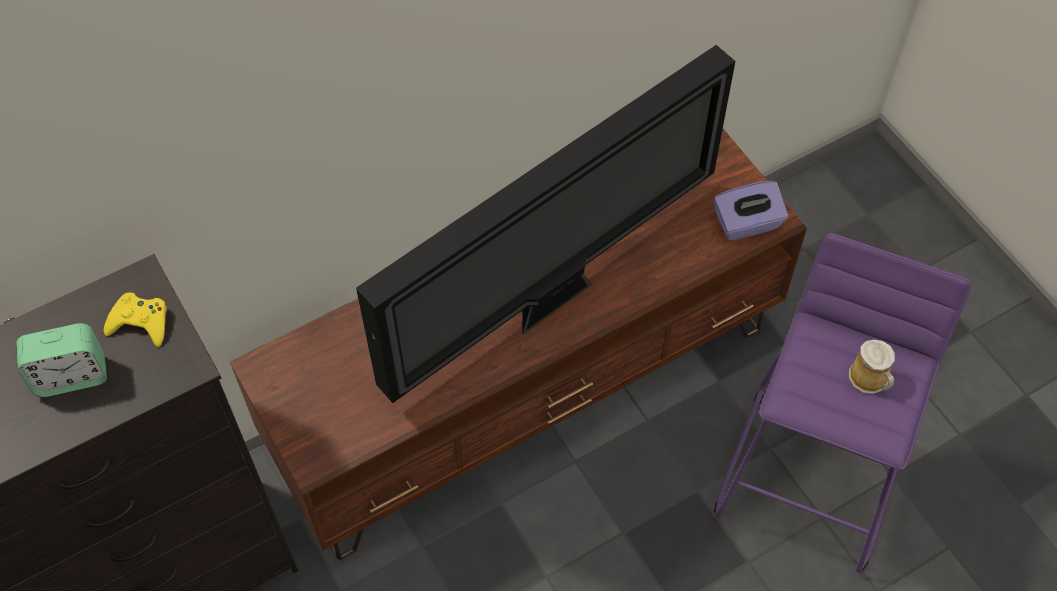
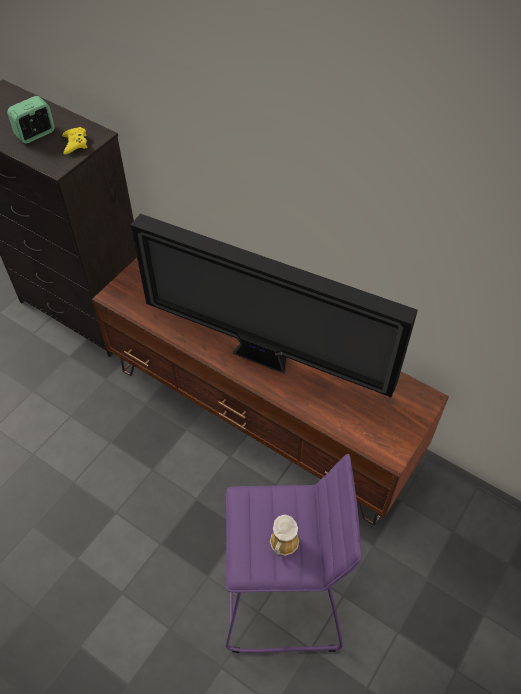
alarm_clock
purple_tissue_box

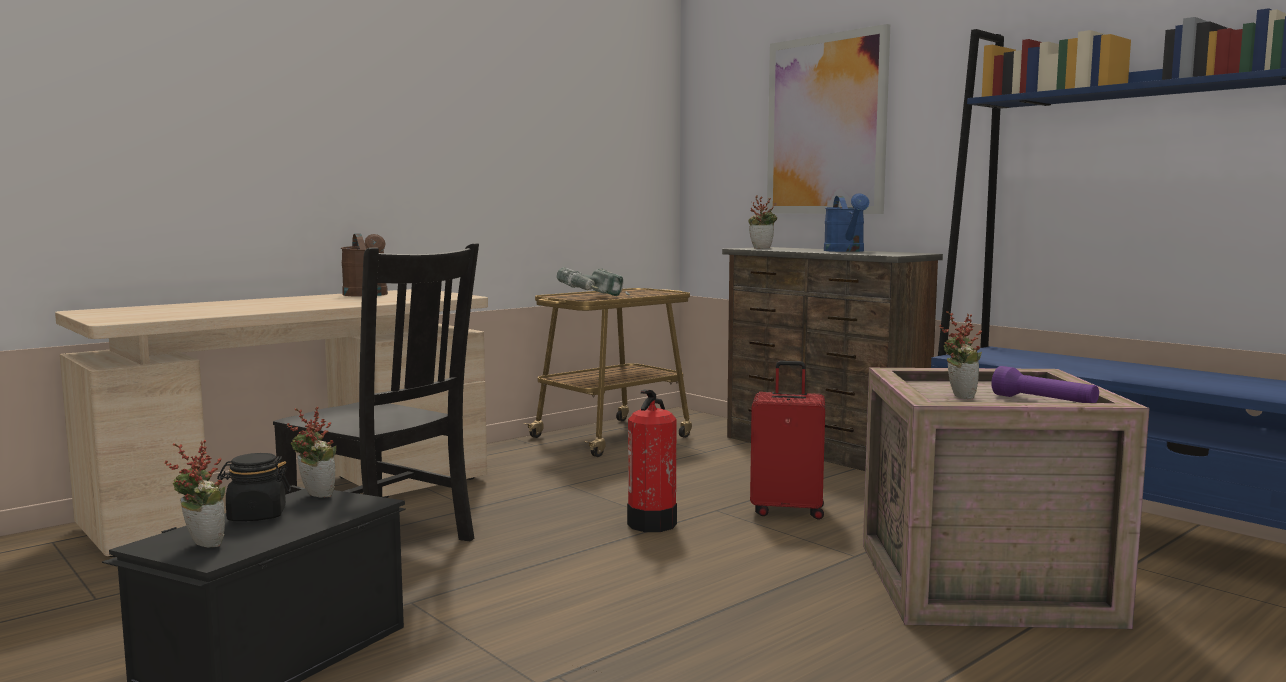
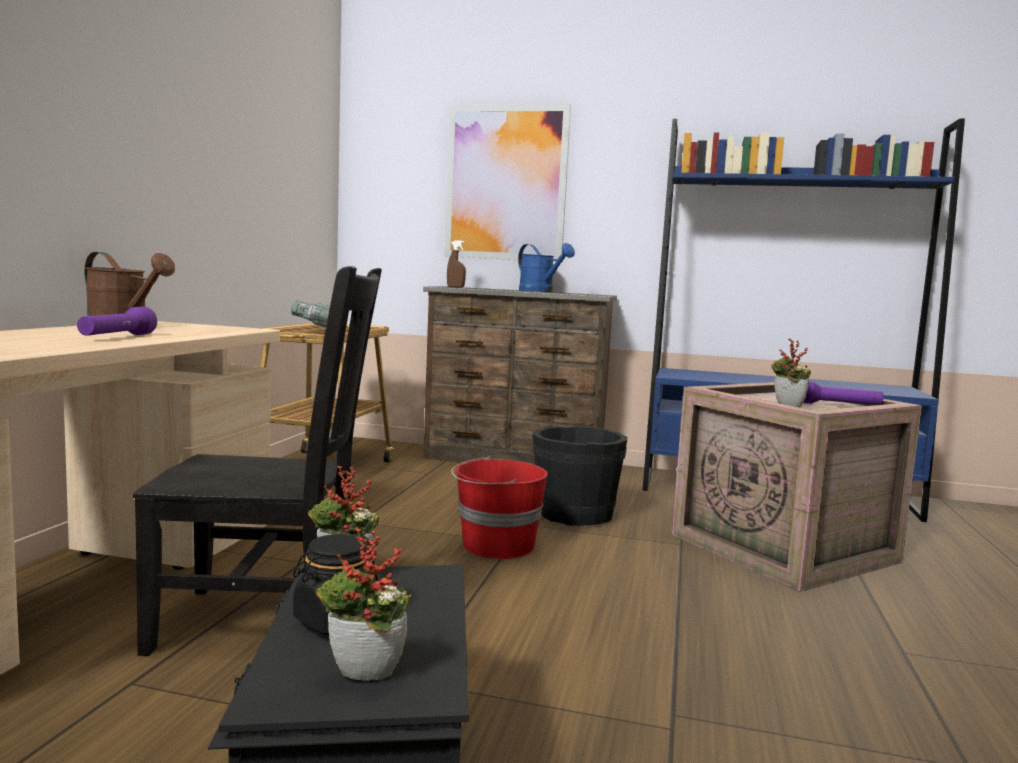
purple_flashlight (1st from left)
brown_spray_bottle
red_bucket
black_bucket

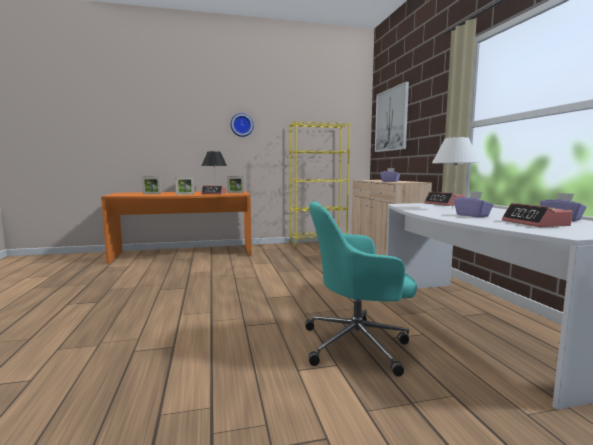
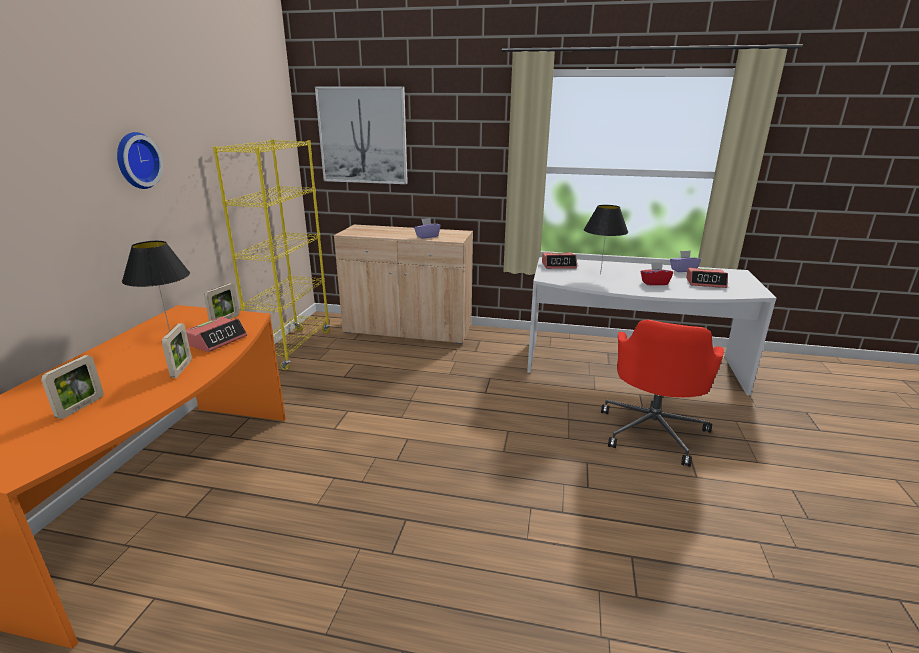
black_table_lamp (2nd from left)
red_office_chair
red_tissue_box

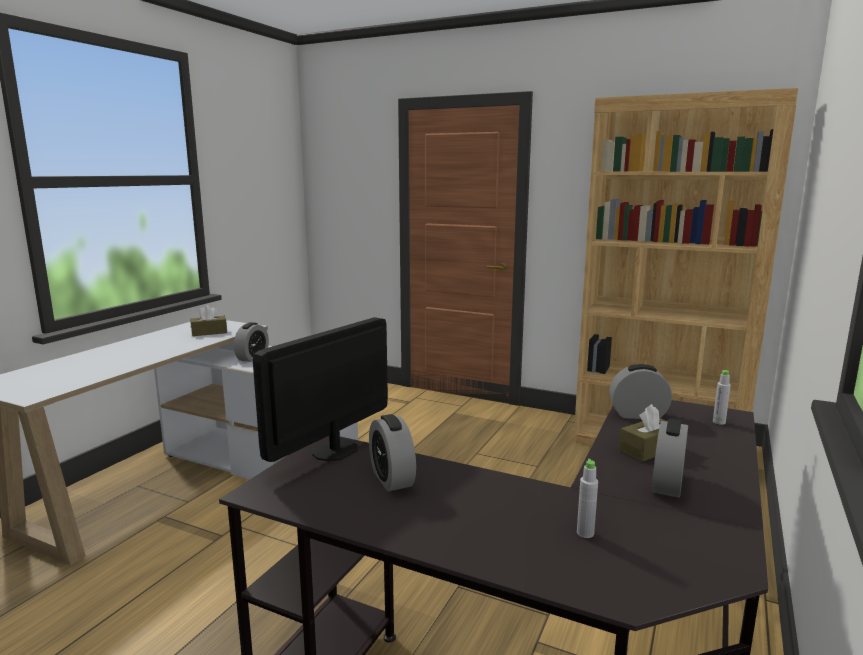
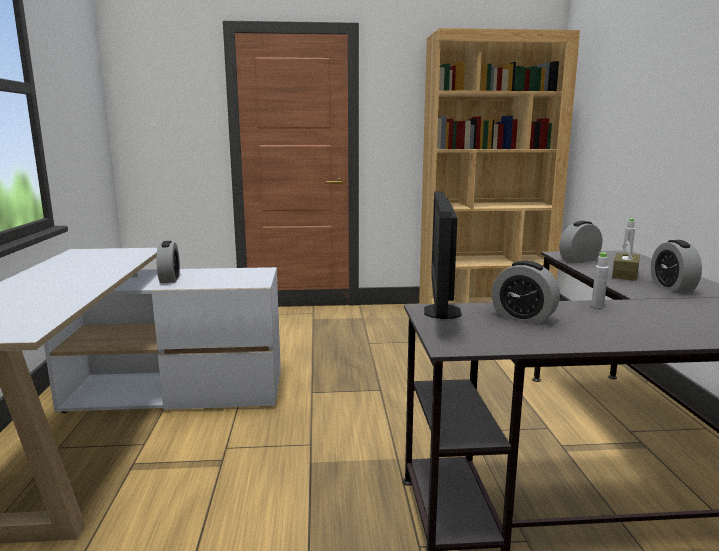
grey_bottle (1st from left)
brown_tissue_box (1st from left in the first image)

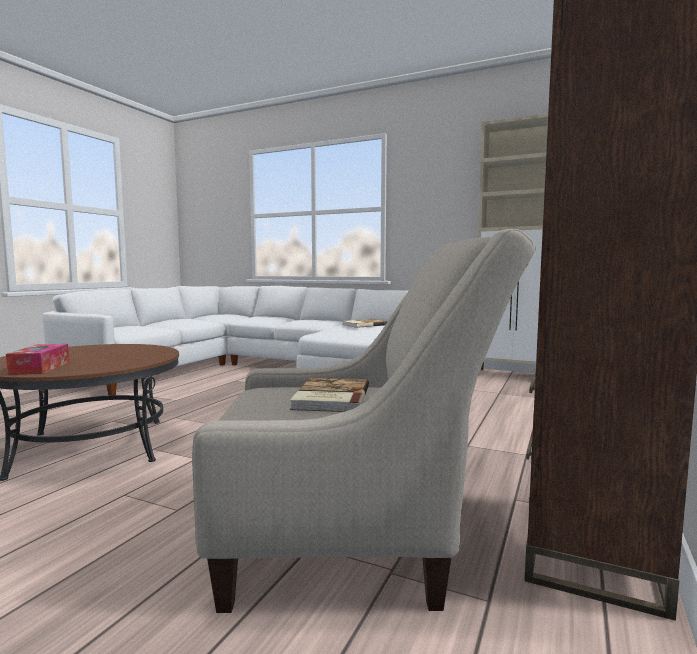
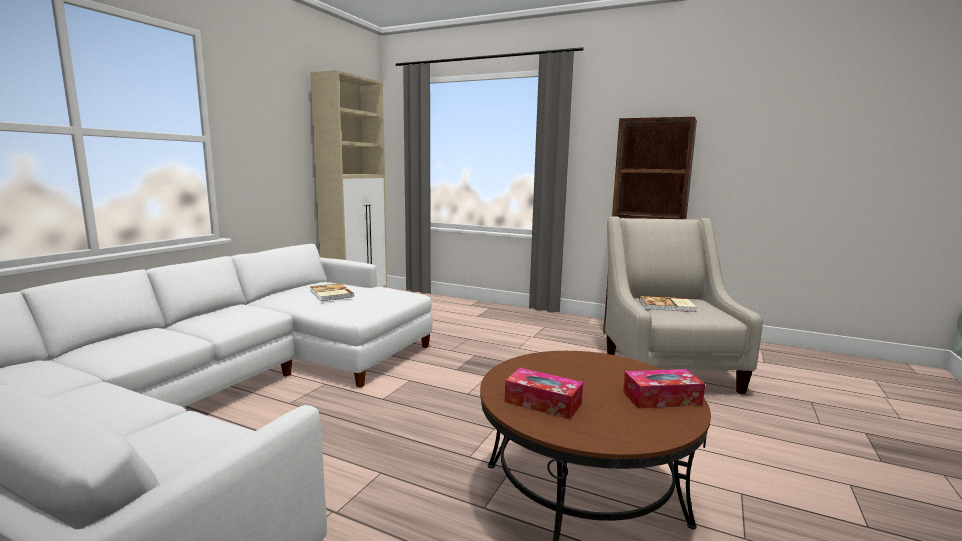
tissue_box (1st from left)

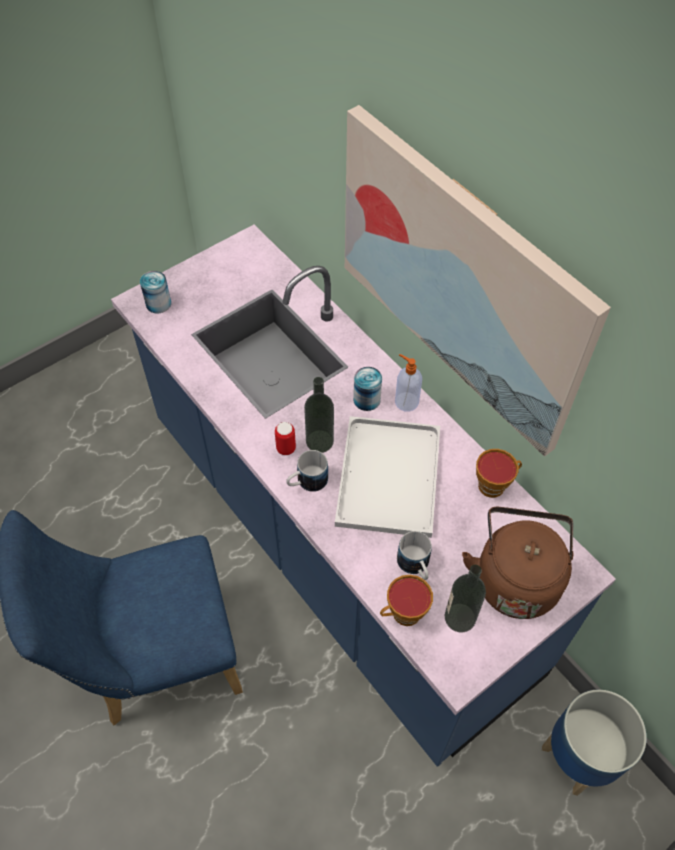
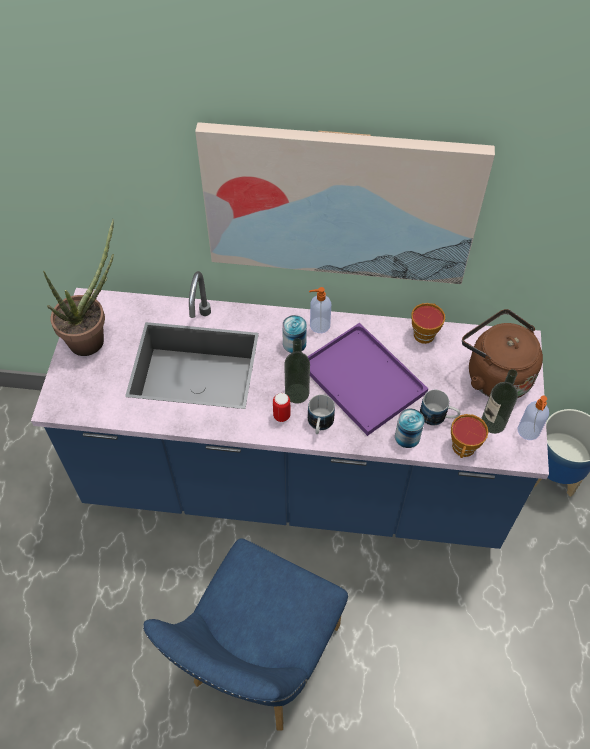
potted_plant
purple_tray
can (3rd from left)
soap_dispenser (2nd from left)

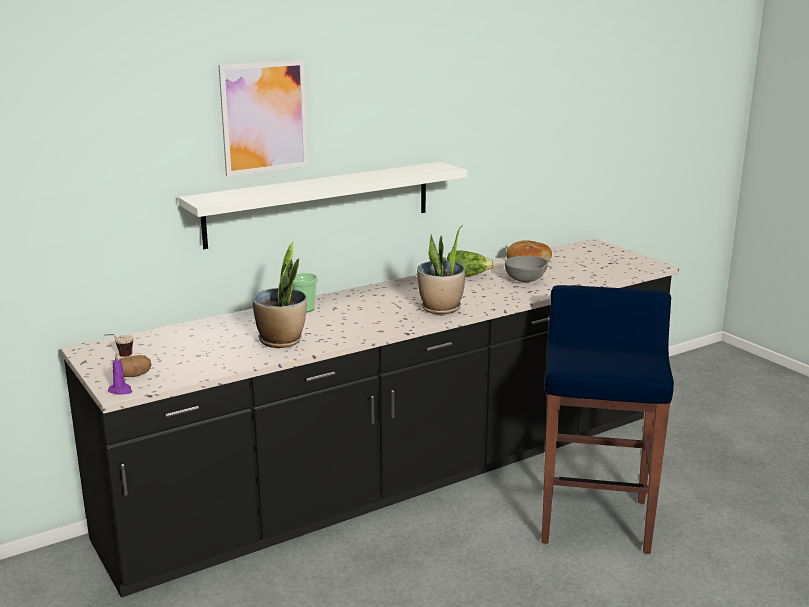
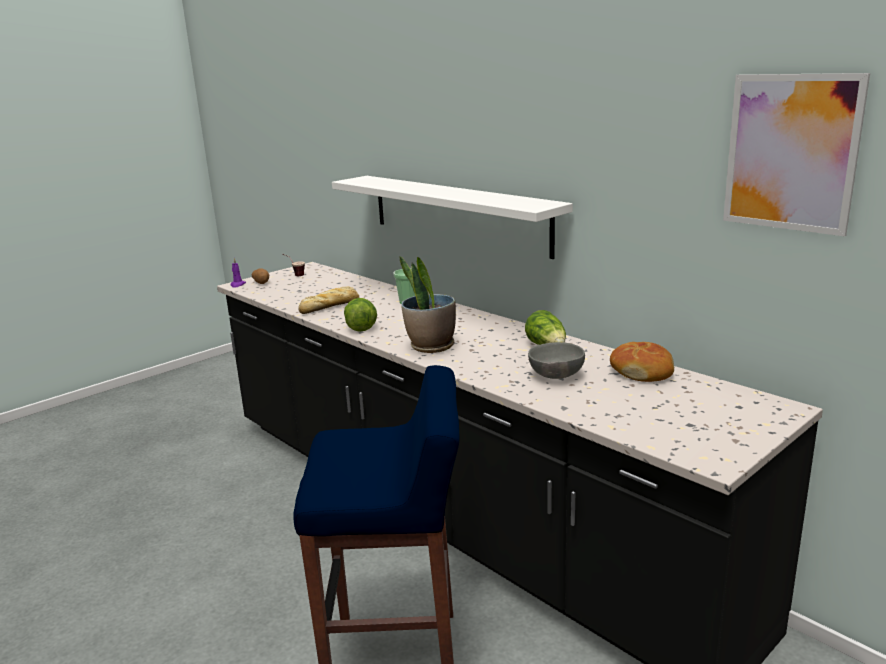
bread (1st from left)
lettuce (1st from left)
picture

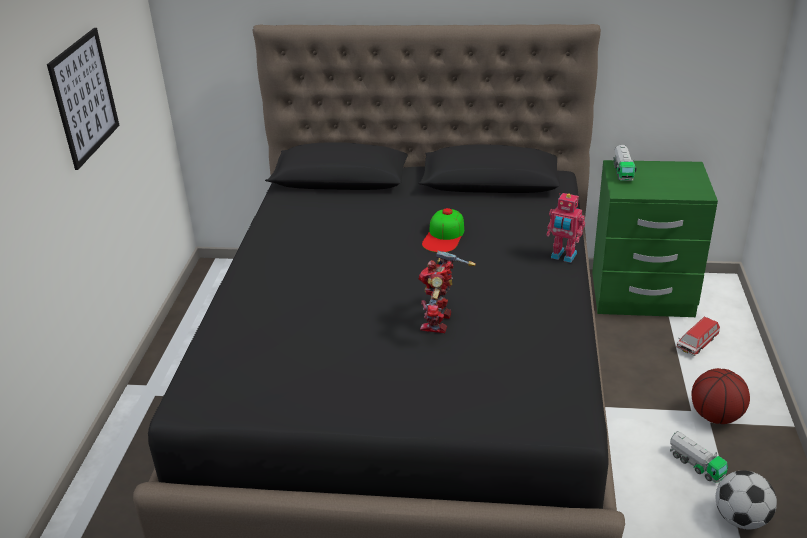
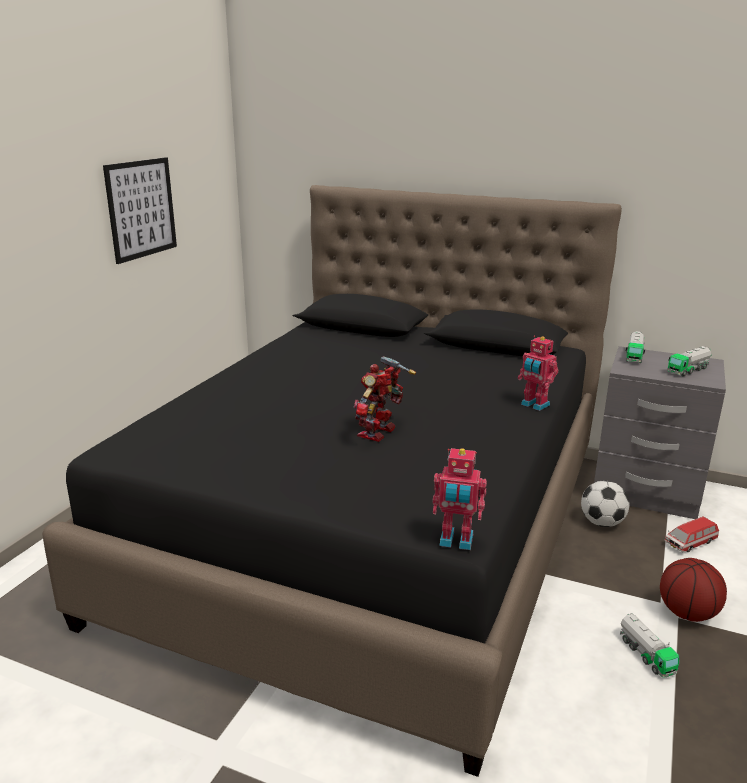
toy_robot (2nd from left)
football
grey_nightstand
toy_truck (3rd from left)
cap

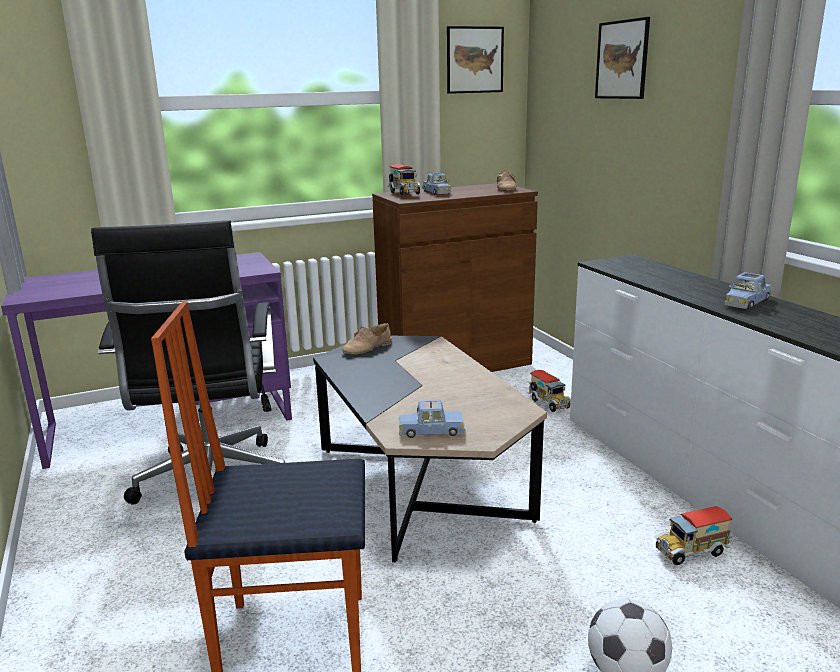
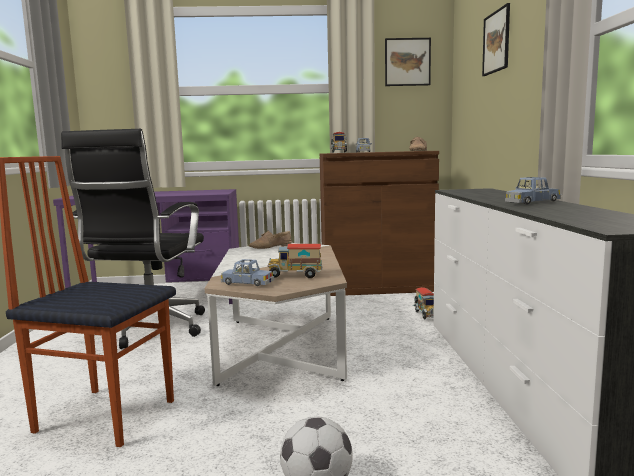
white_coffee_table
toy_truck (1st from left)

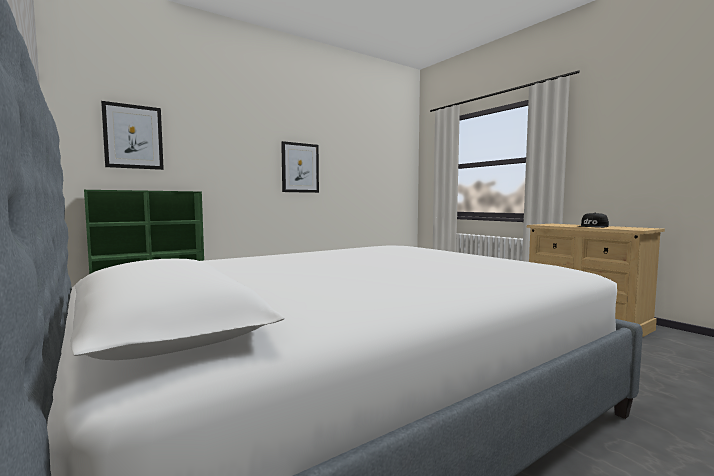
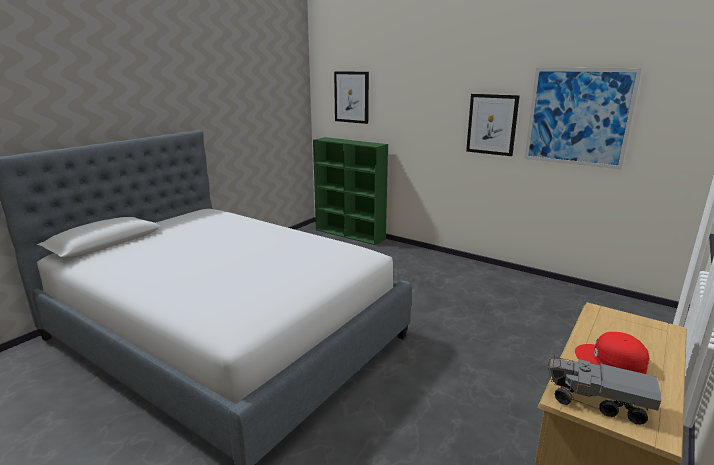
picture (3rd from left)
toy_truck
red_cap

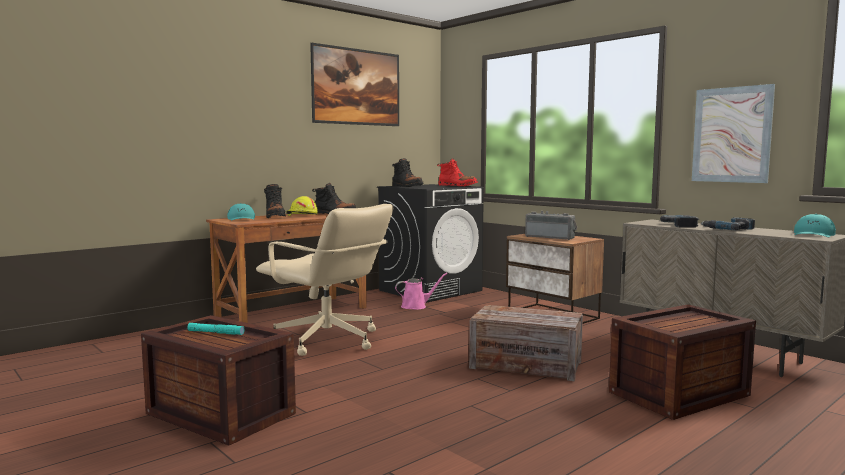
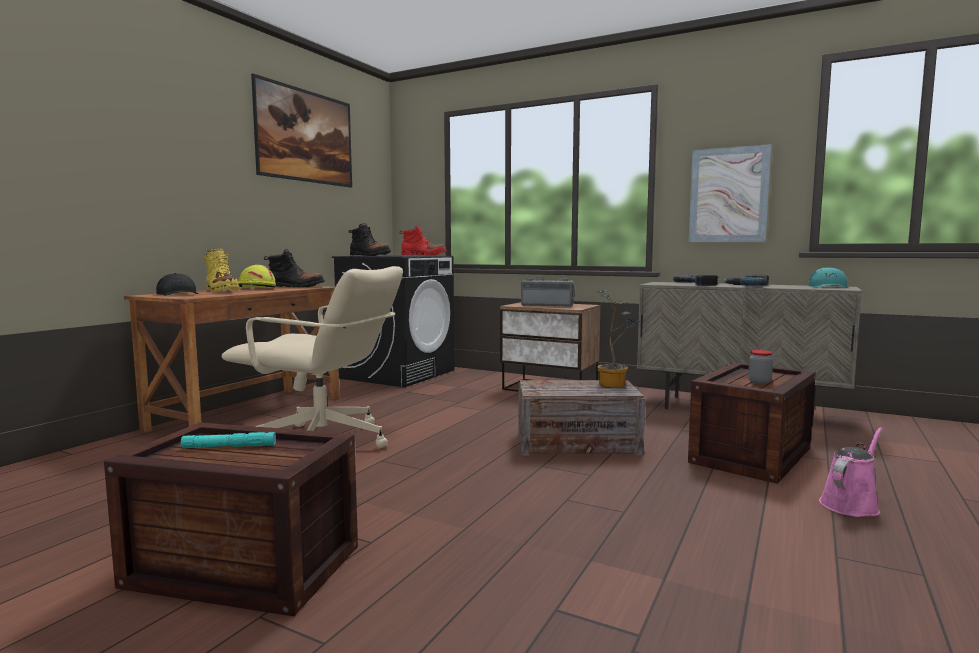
black_cap
yellow_boot
potted_plant
jar
pink_watering_can

